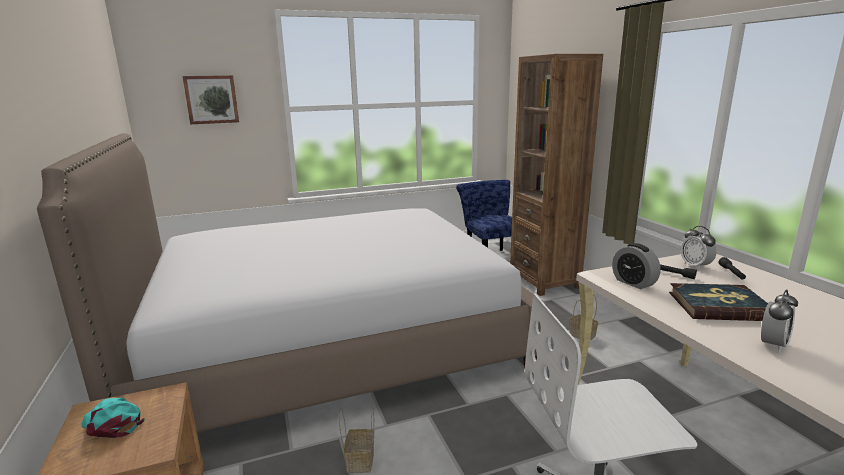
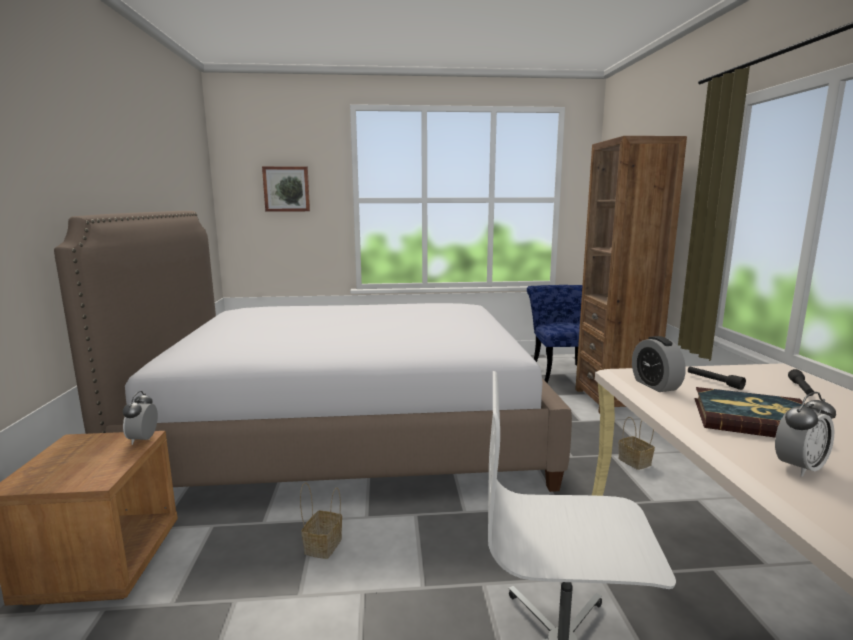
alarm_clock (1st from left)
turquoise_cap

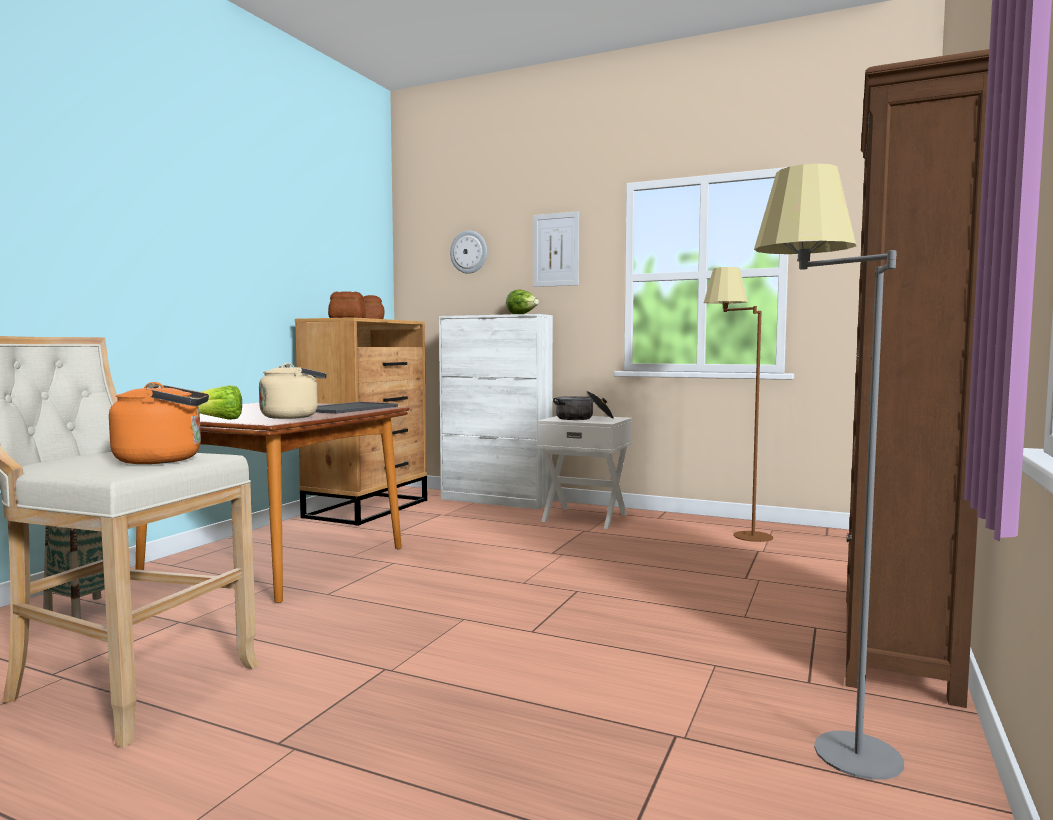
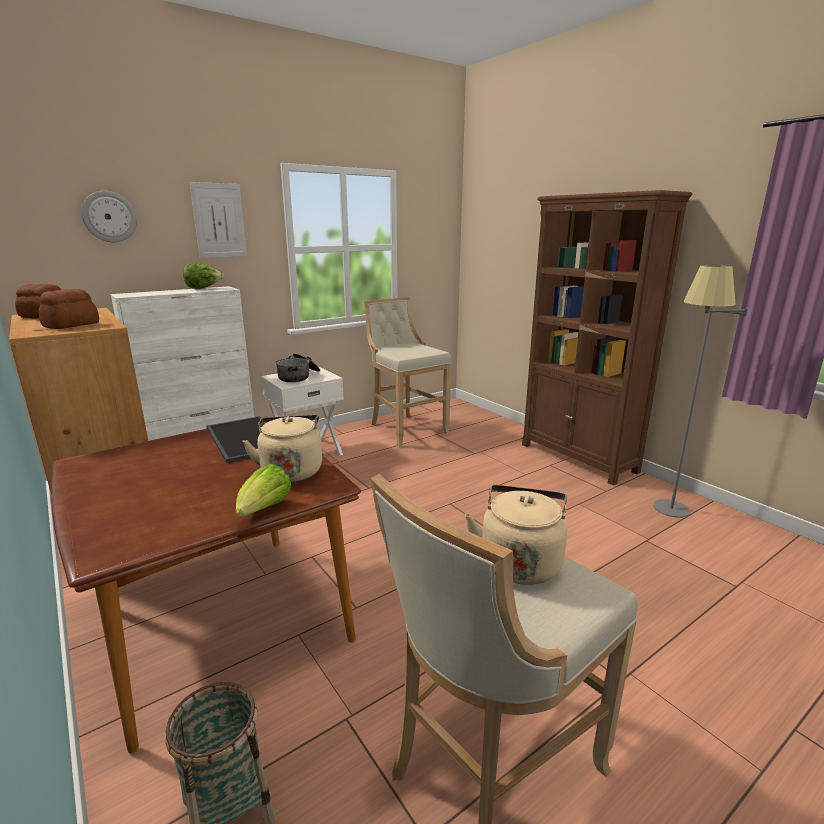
beige_stool (1st from left)
beige_kettle (2nd from left)

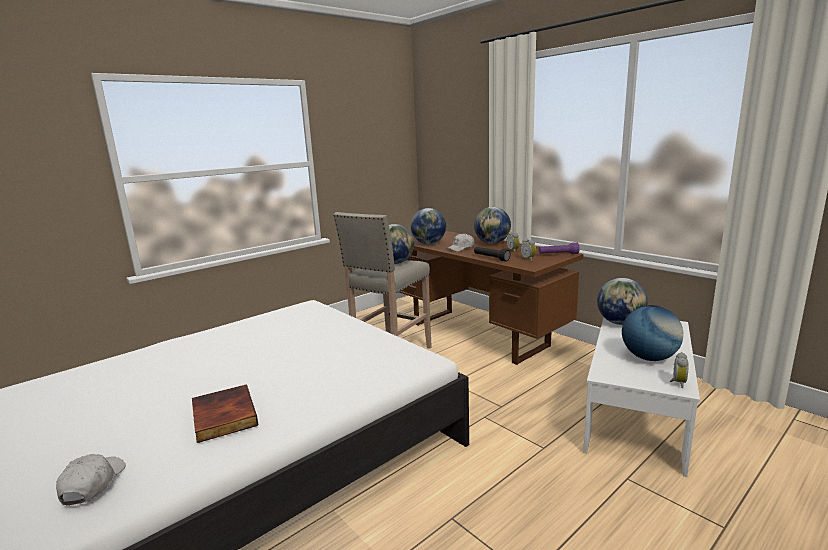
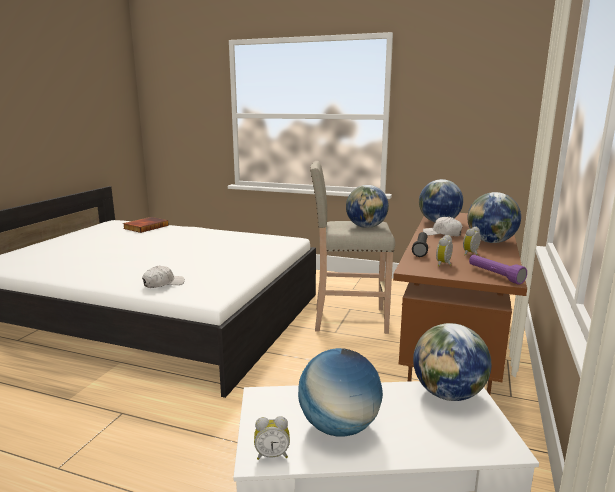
book
white_cap (1st from left)

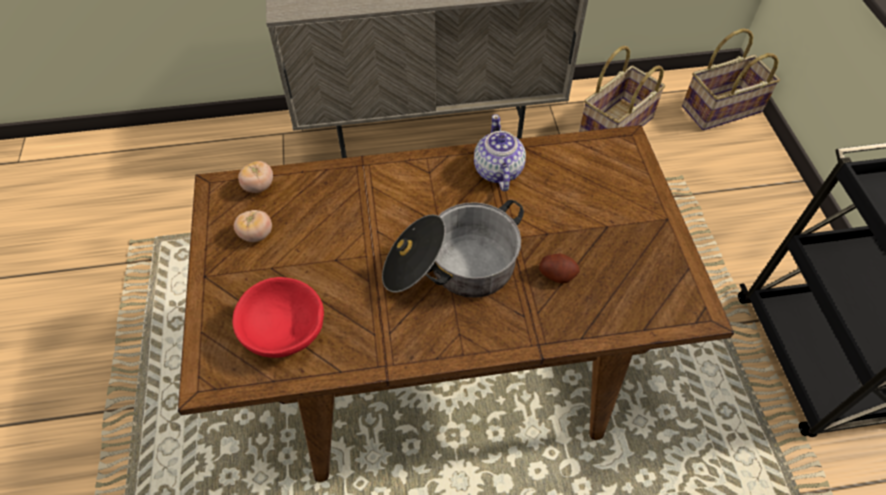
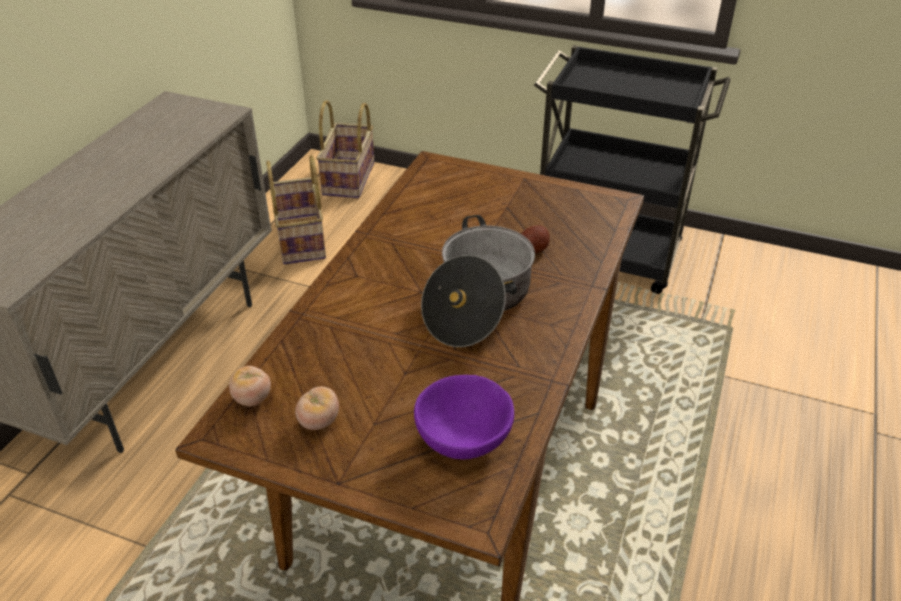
purple_bowl
teapot

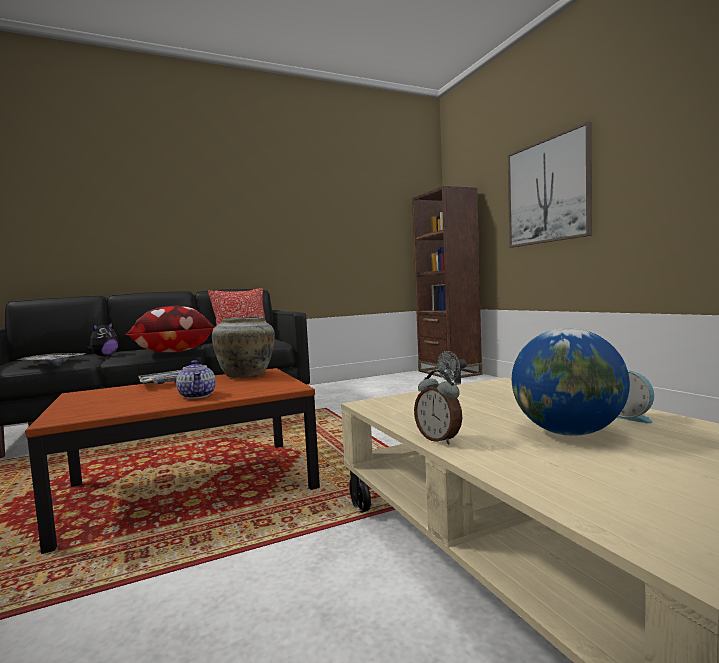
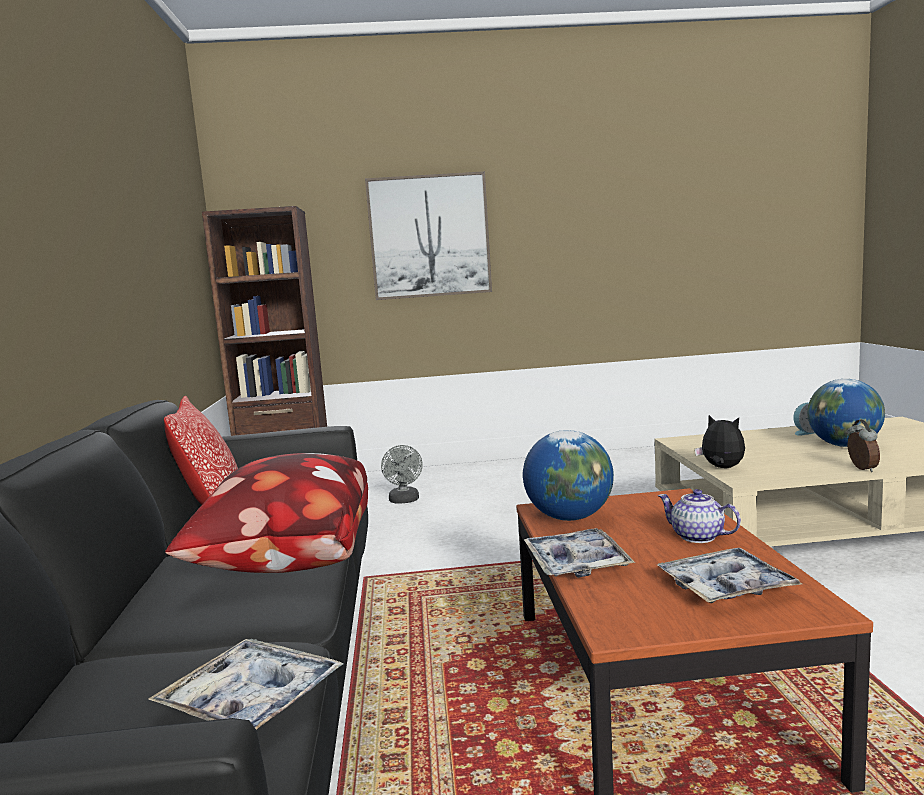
globe (1st from left)
tray (3rd from left)
teapot
plush_toy
alarm_clock (2nd from left)

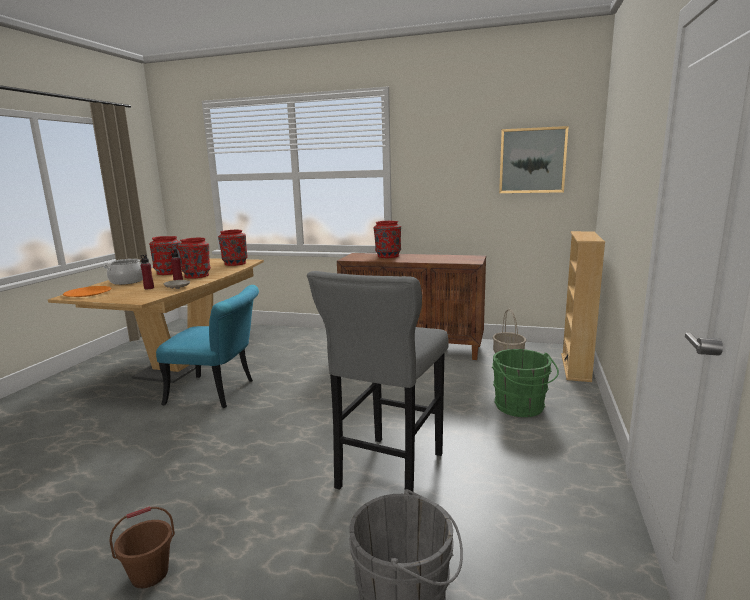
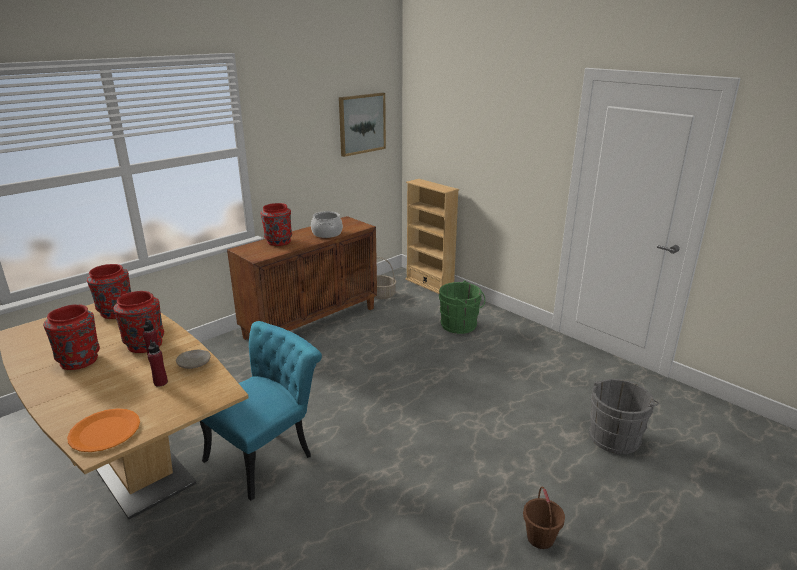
cooking_pot
grey_stool

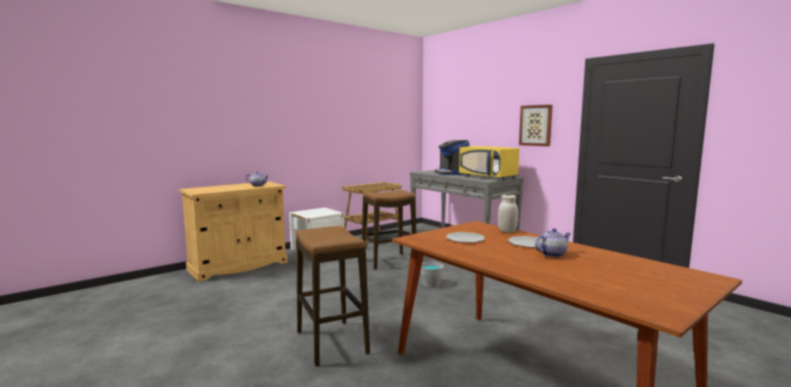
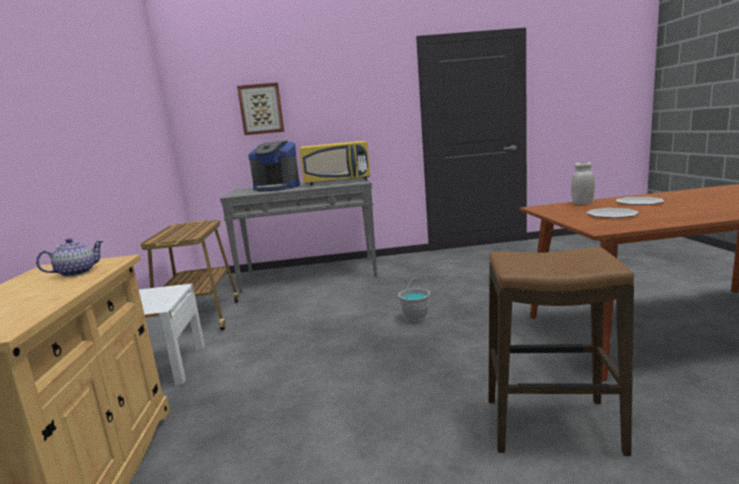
picture
stool (2nd from left in the first image)
teapot (2nd from left in the first image)

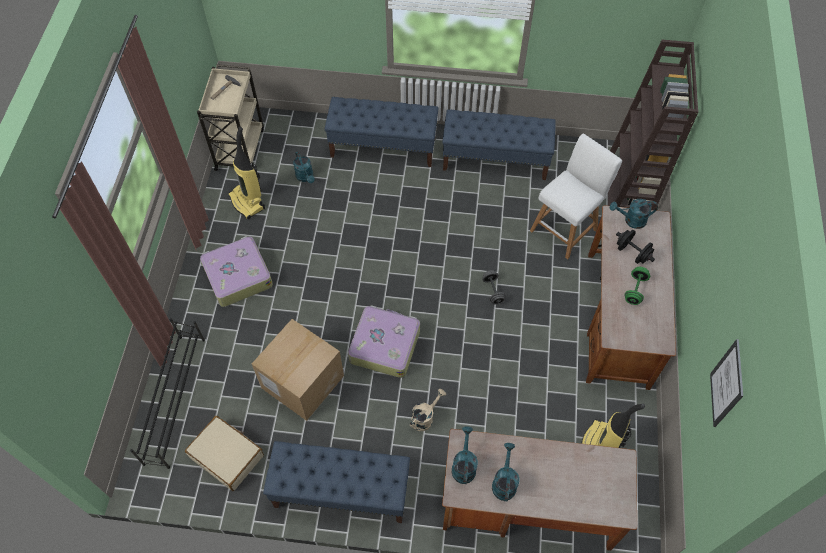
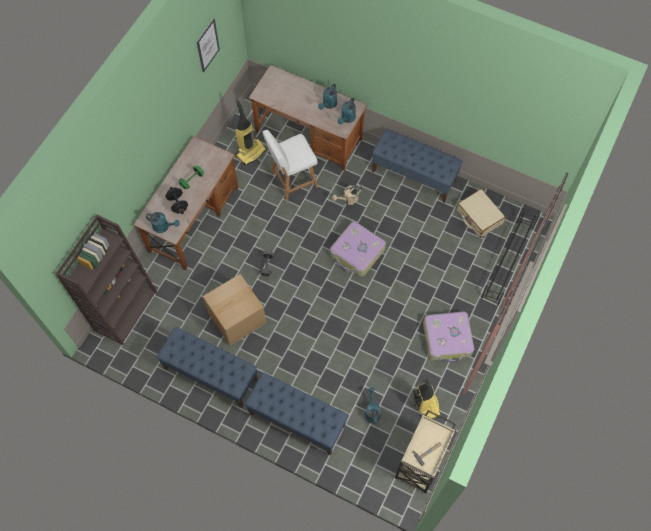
cardboard_box
white_stool

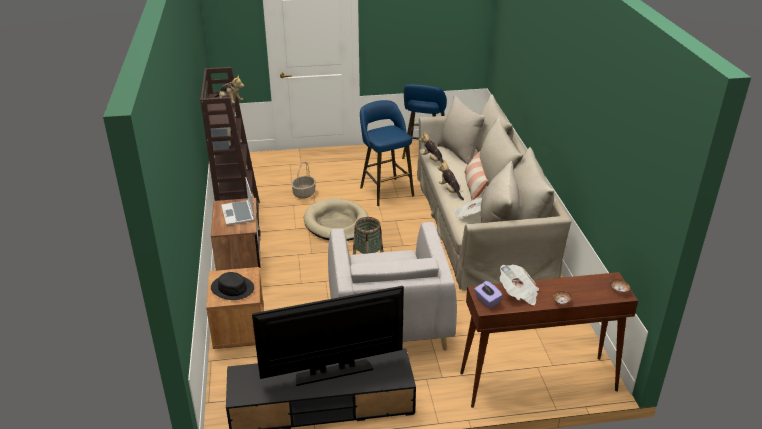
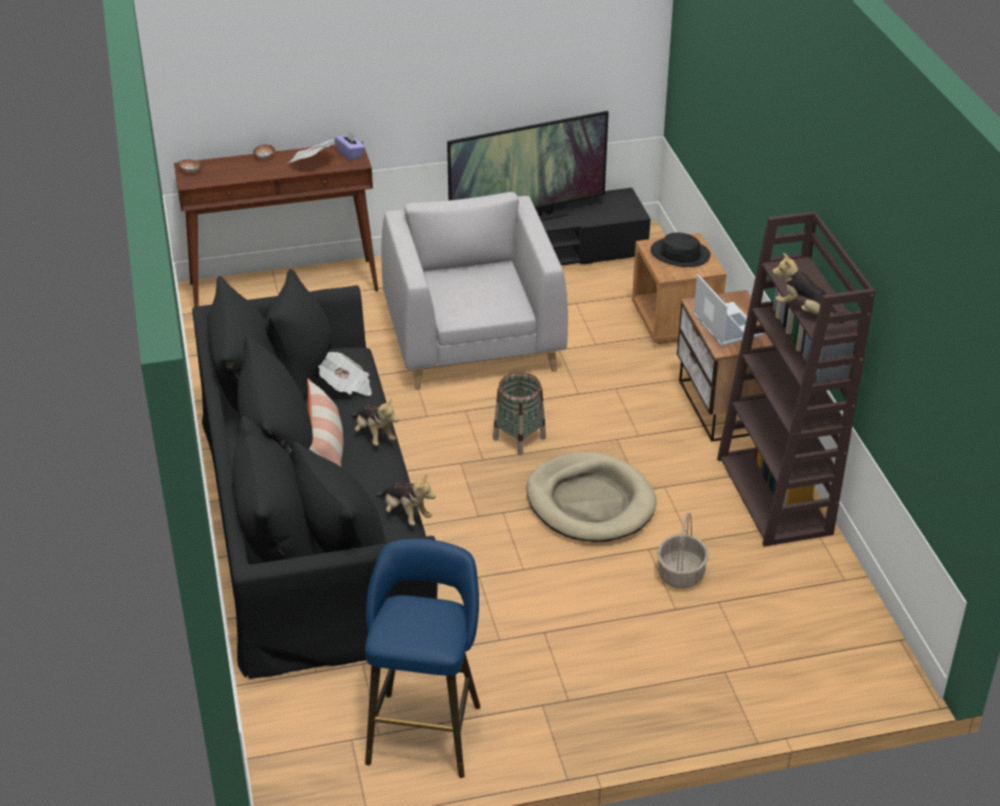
black_sofa
blue_stool (1st from left in the first image)

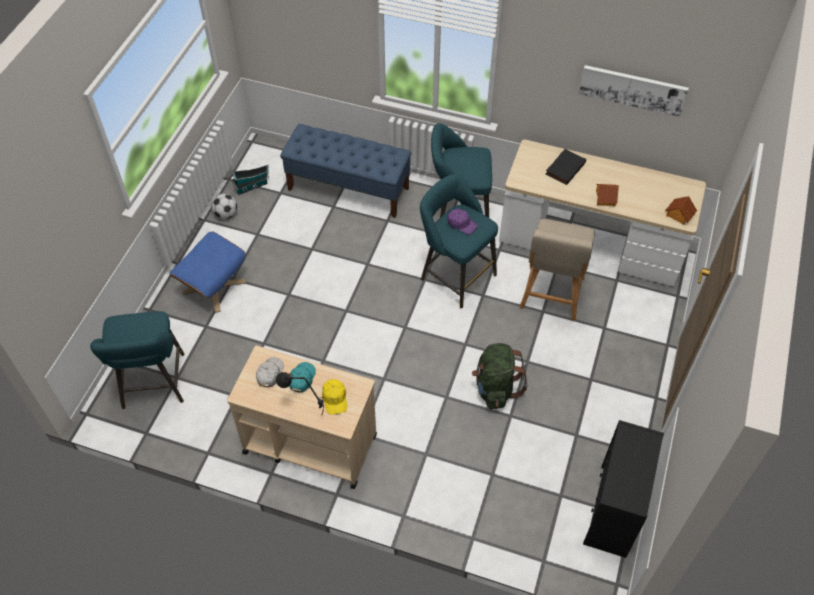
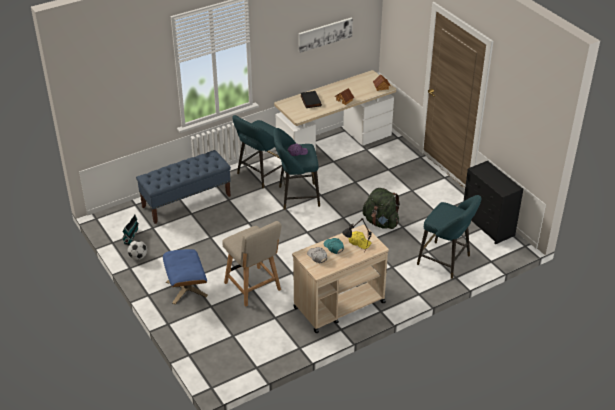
beige_chair
turquoise_stool (3rd from left)

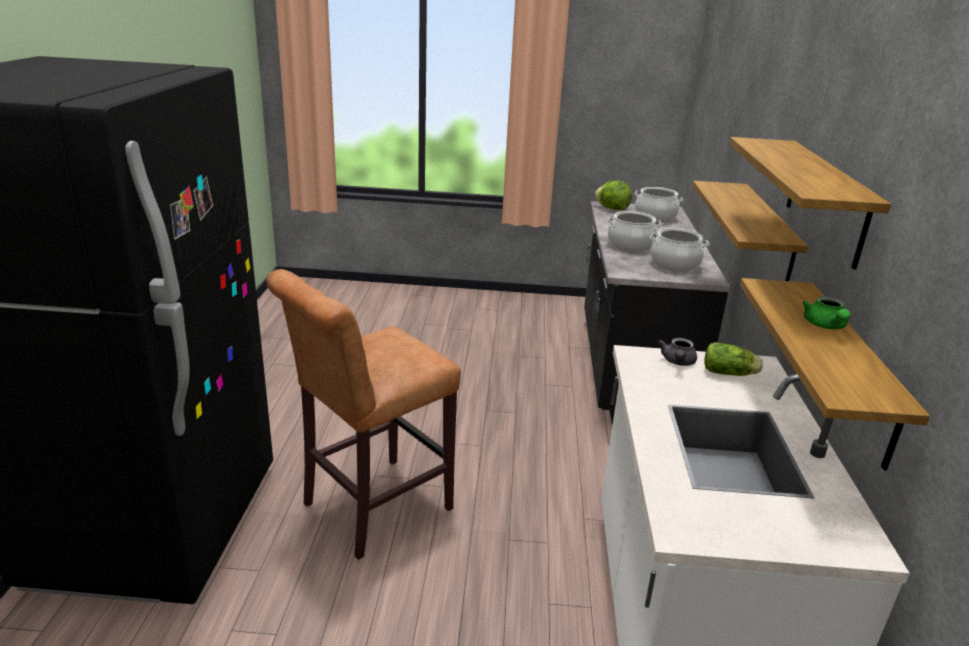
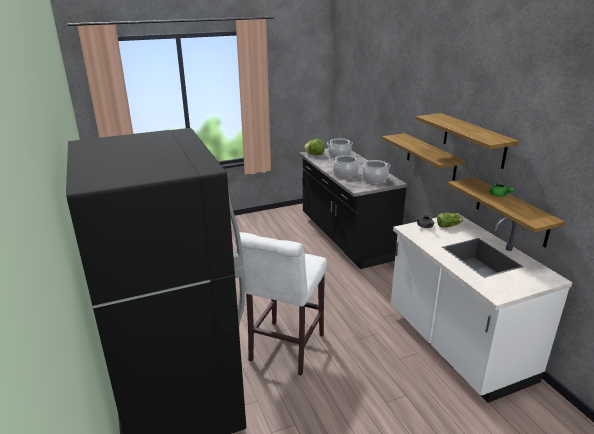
white_stool

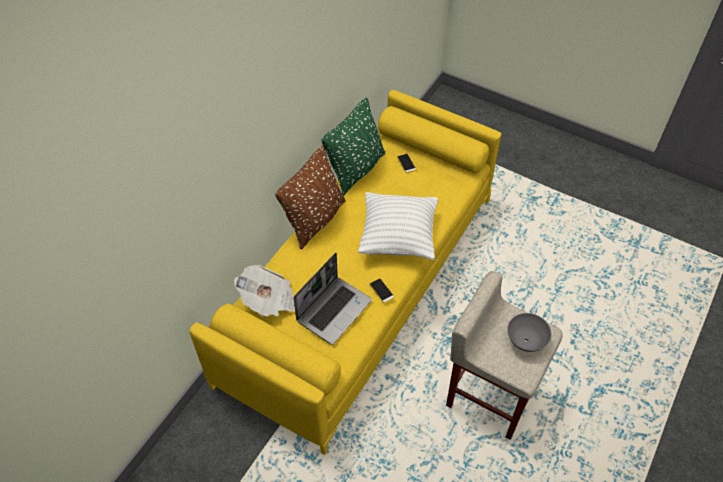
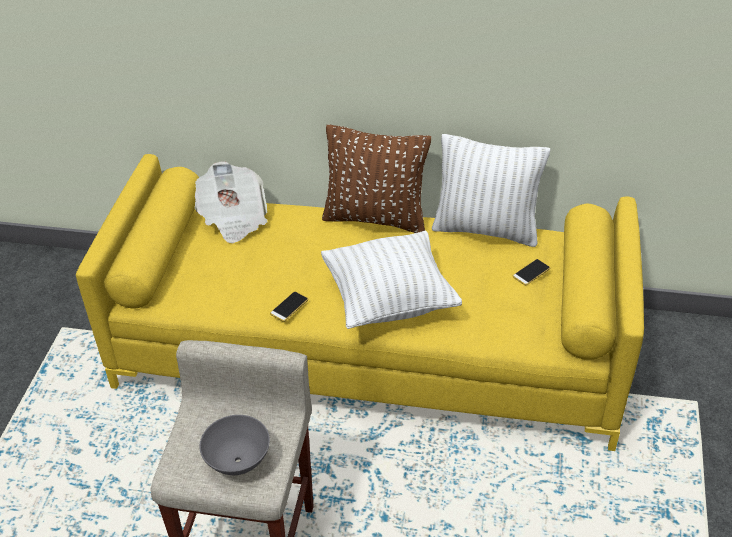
white_pillow (2nd from left)
laptop

